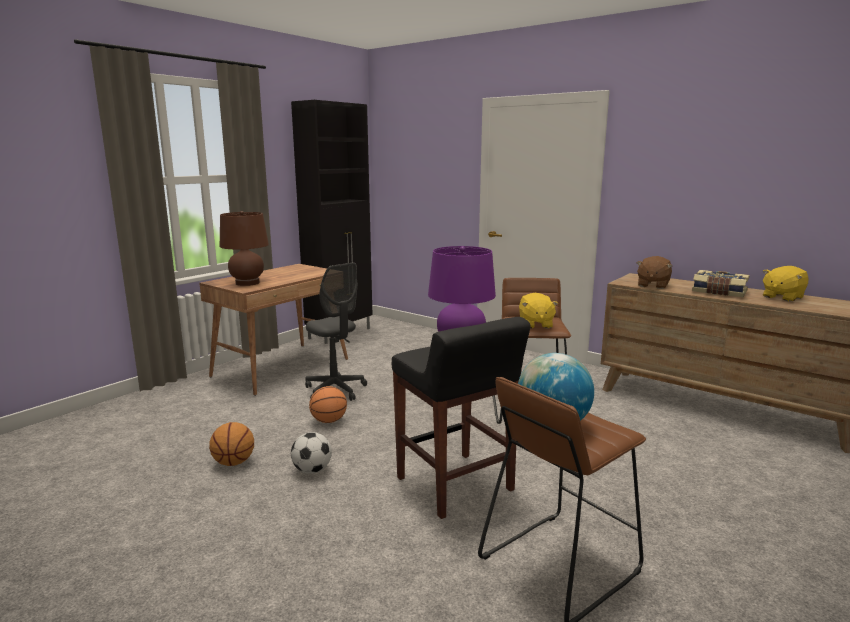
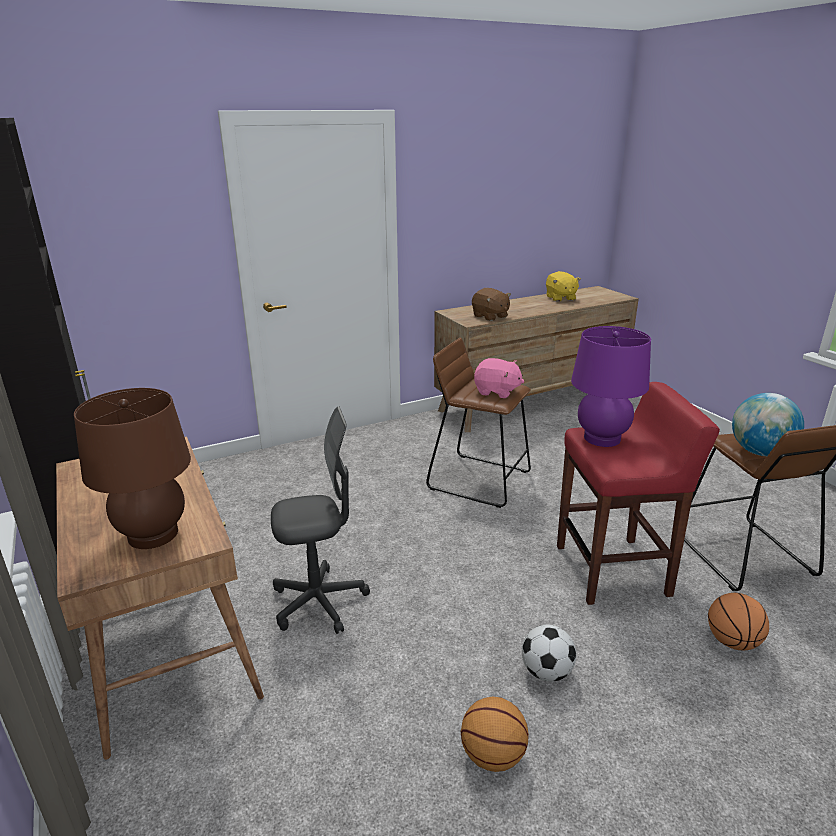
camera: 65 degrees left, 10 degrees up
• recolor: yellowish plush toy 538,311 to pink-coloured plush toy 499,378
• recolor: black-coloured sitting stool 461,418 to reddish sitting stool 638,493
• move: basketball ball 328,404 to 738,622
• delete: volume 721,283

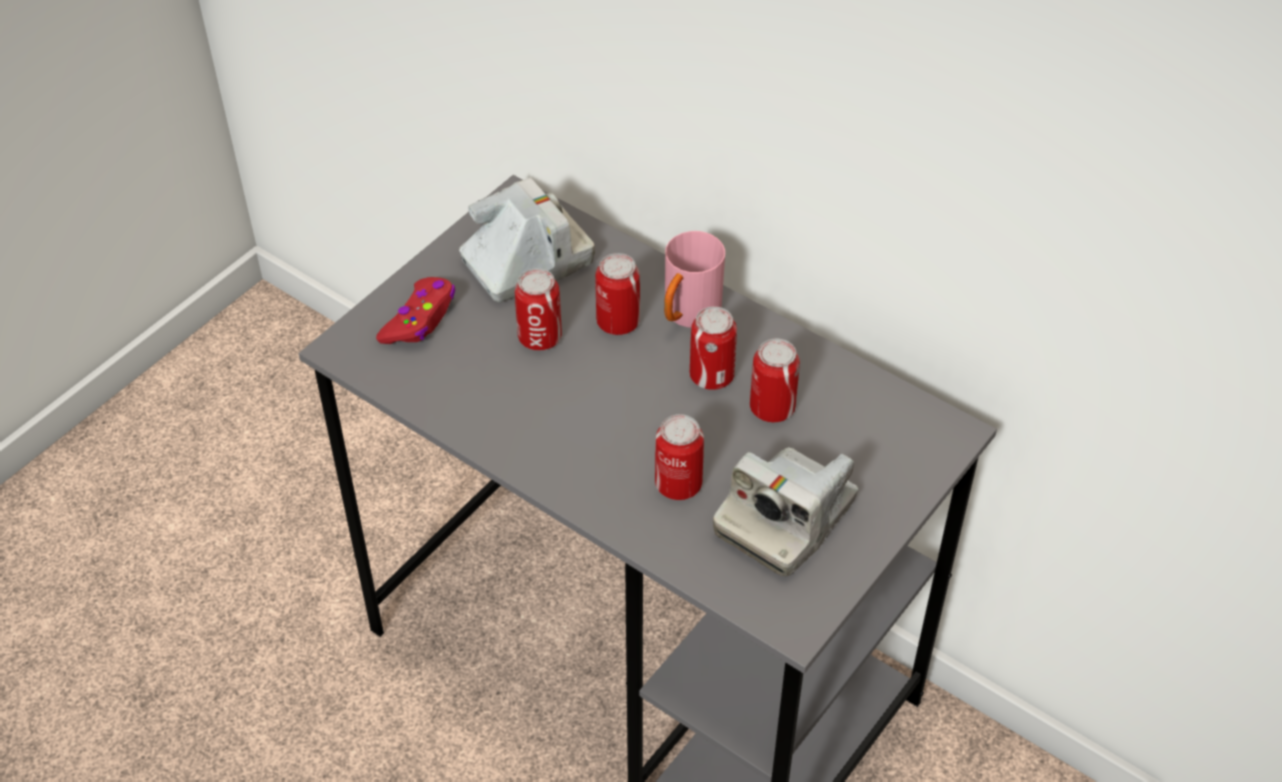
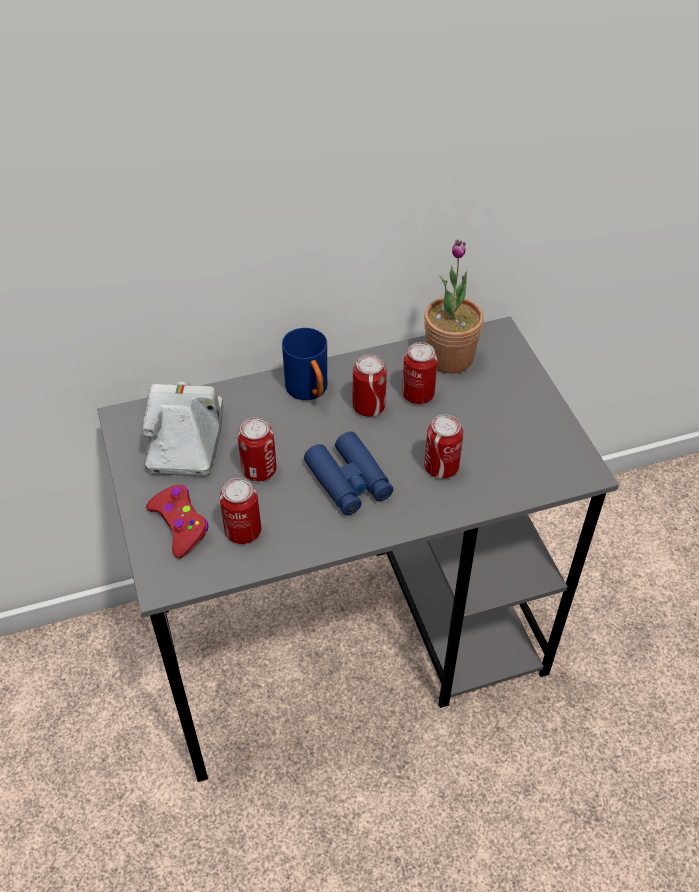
camera: 55 degrees left, 0 degrees up
• move: metal can 617,294 to 240,511
• recolor: pink-coloured mug 694,279 to blue-coloured mug 304,364
• insert: blue-coloured pair of binoculars 348,473
• insert: plant in a pot 454,306
• delete: still camera 785,512

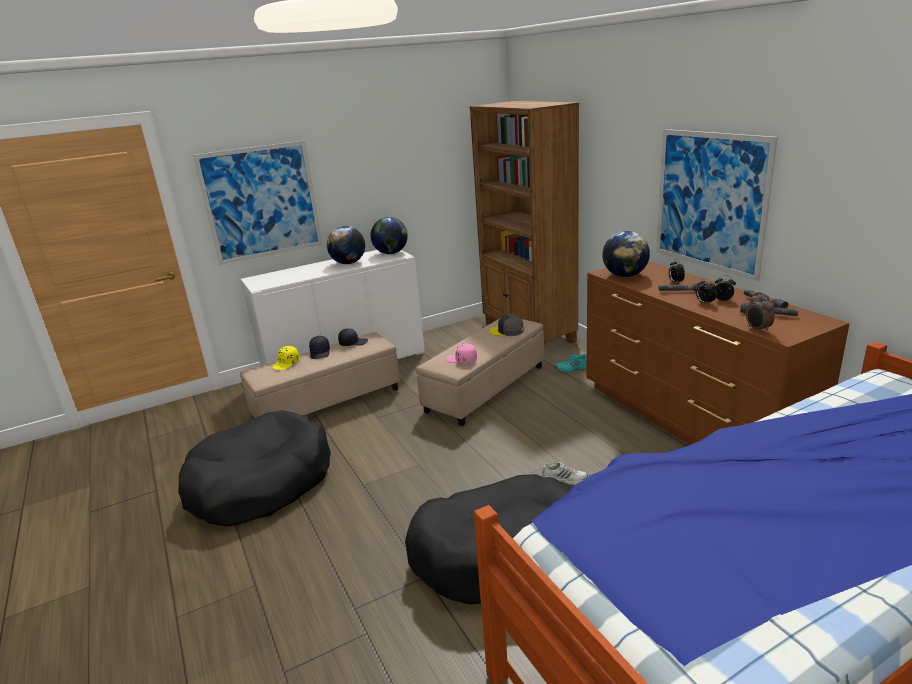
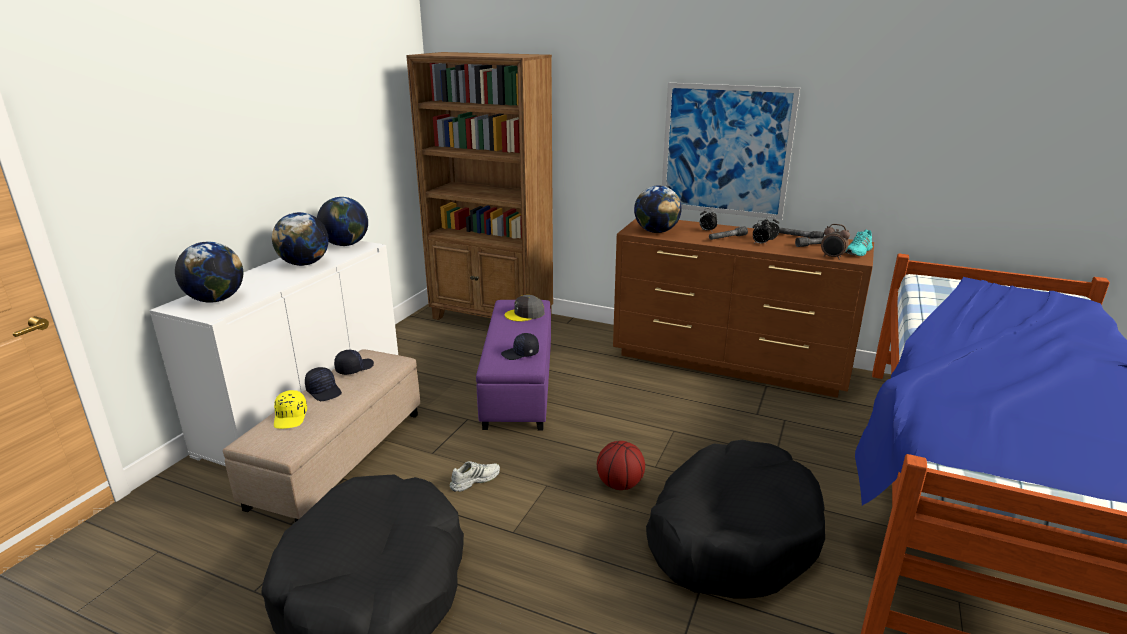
camera: 40 degrees left, 0 degrees up
• insert: desk globe 209,272
• move: white shoe 564,473 to 475,476
• recolor: beige ottoman 480,372 to purple-coloured ottoman 513,365
• recolor: pink-coloured peaked cap 462,353 to black-coloured peaked cap 520,346
• insert: basketball ball 621,465
• move: turquoise shoe 571,363 to 859,243
• delete: picture 258,202

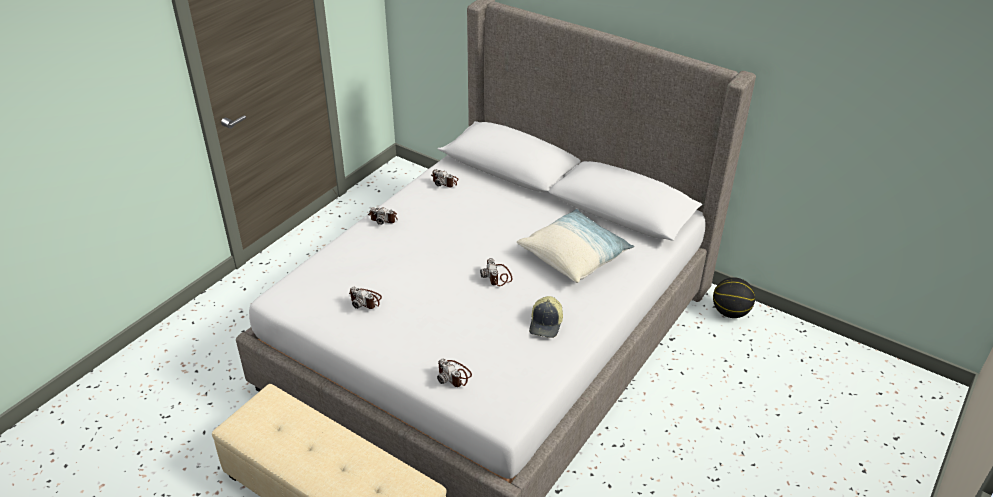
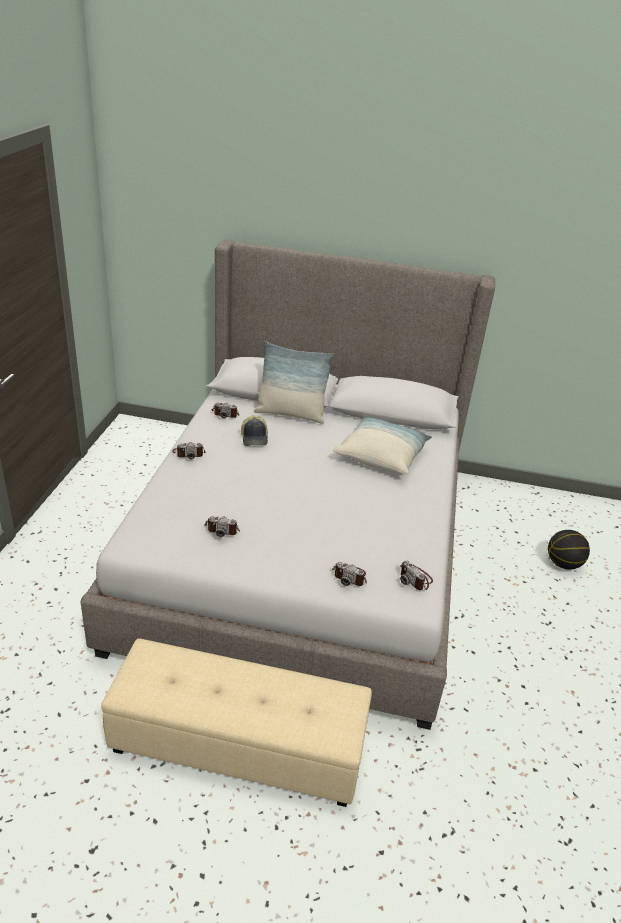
camera: 25 degrees left, 5 degrees down
• move: peaked cap 546,317 to 254,431
• insert: pillow 294,382
• move: still camera 496,272 to 416,575
• move: basketball ball 734,297 to 569,550

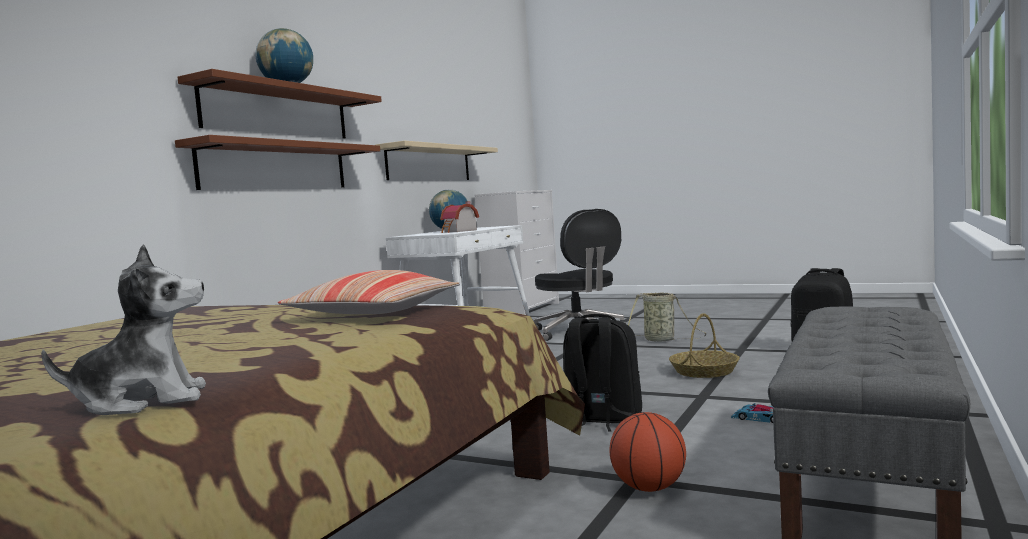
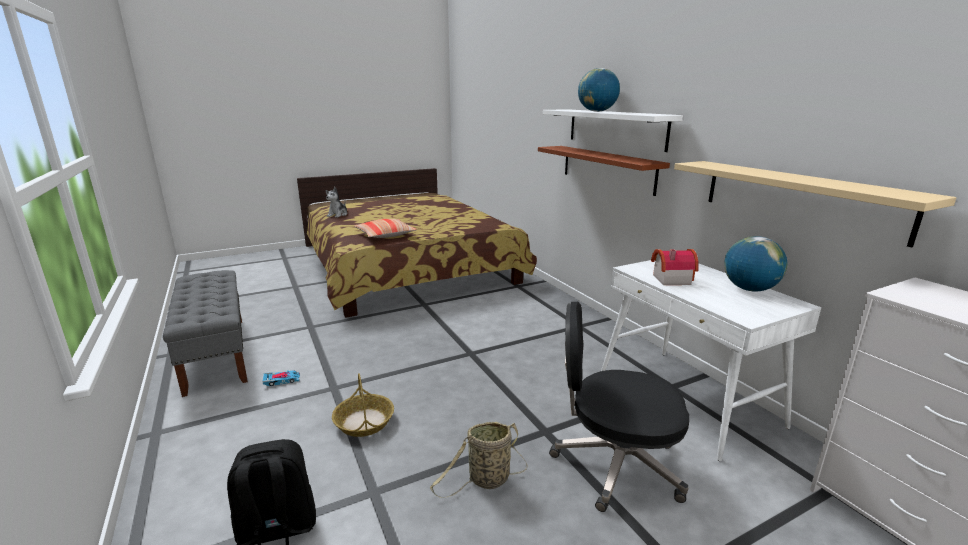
camera: 125 degrees right, 15 degrees up
• recolor: brown wall shelf 279,104 to white wall shelf 613,130
• delete: black-coloured rucksack 602,373
• delete: basketball ball 648,452

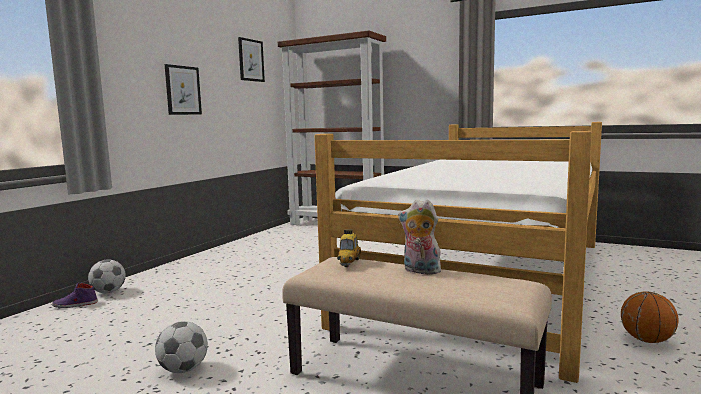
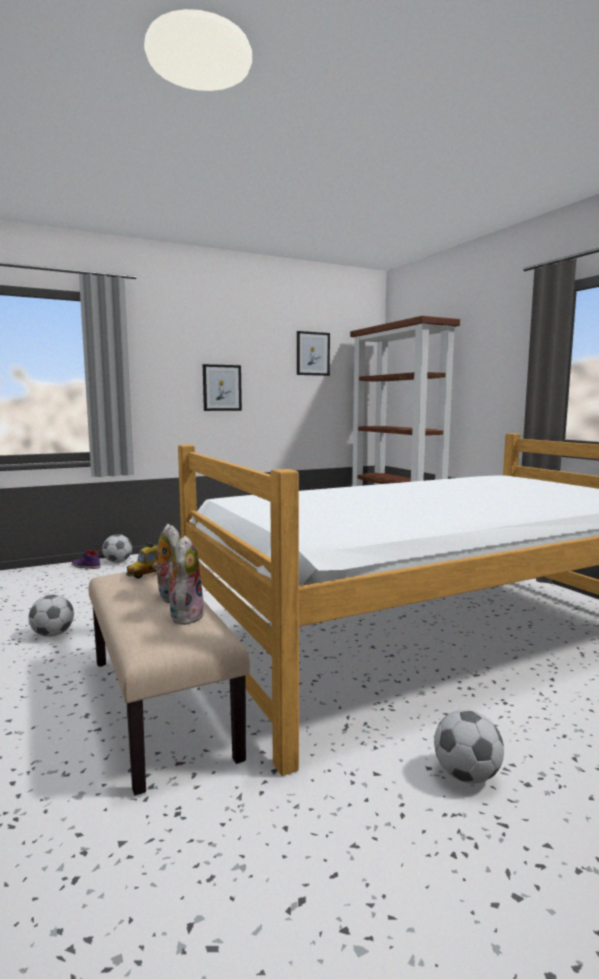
camera: 35 degrees right, 0 degrees up
• insert: plush toy 184,580
• replace: basketball ball 649,317 to football 469,746

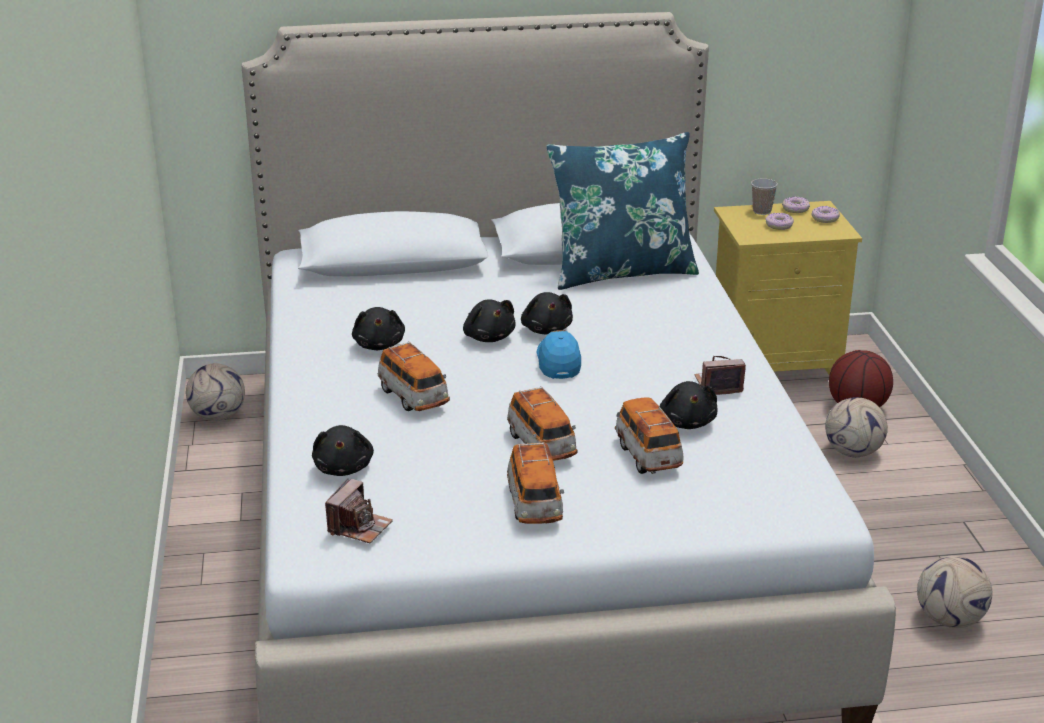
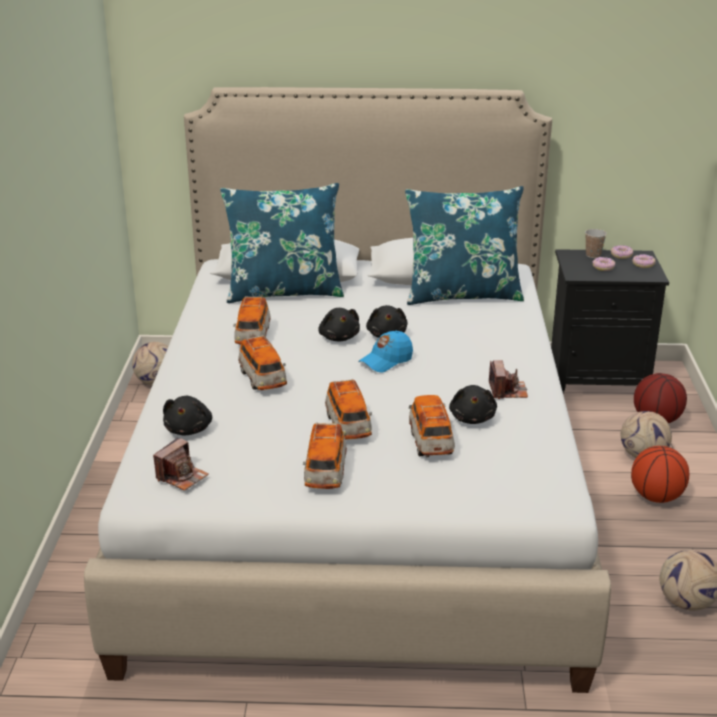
camera: 10 degrees right, 0 degrees up
• insert: blue-coloured pillow 282,243
• replace: black-coloured plush toy 378,328 to miniature car 252,320
• rotate: blue-coloured peaked cap 559,354 = 385,352 135 degrees counterclockwise
• rotate: still camera 720,375 = 508,379 90 degrees clockwise
• recolor: yellowish nightstand 788,288 to black-coloured nightstand 610,321
• insert: basketball ball 660,474

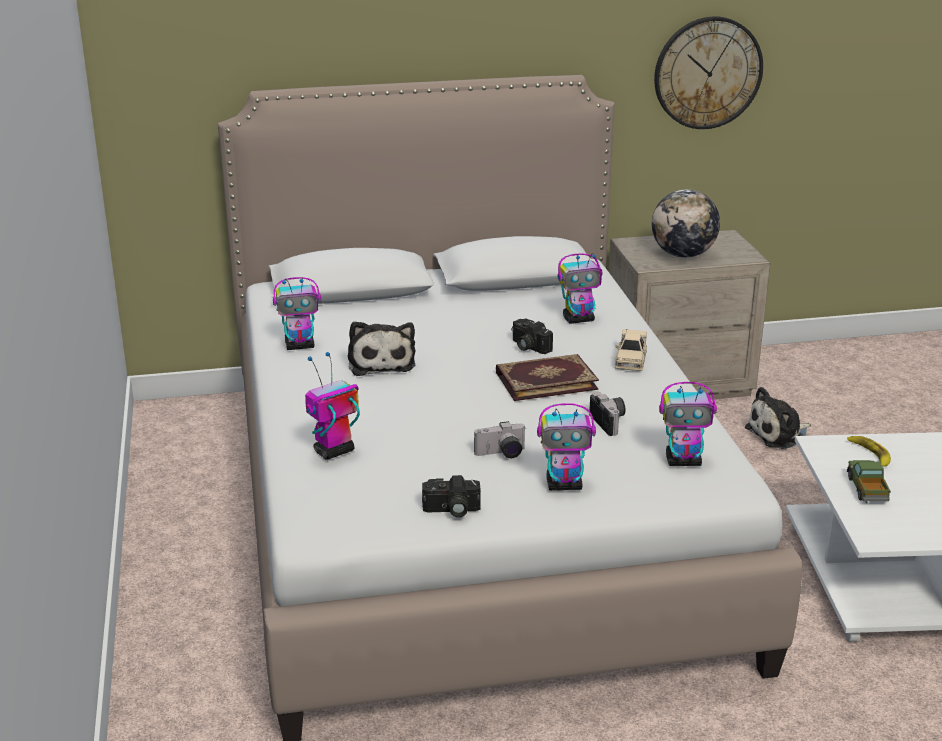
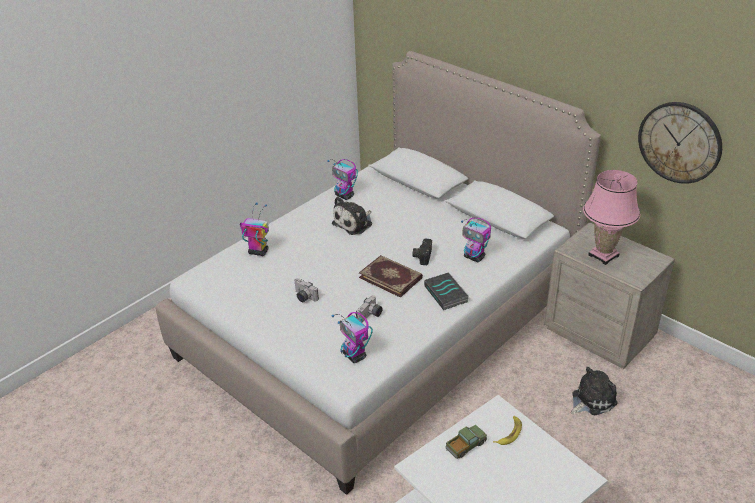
camera: 55 degrees right, 10 degrees up
• replace: beige miniature car 631,350 to volume 446,291
• rotate: plush toy 778,418 = 594,391 120 degrees clockwise
• replace: desk globe 686,223 to pink-coloured tabletop lamp 611,217
• delete: still camera 451,496
• delete: robot figure 566,447

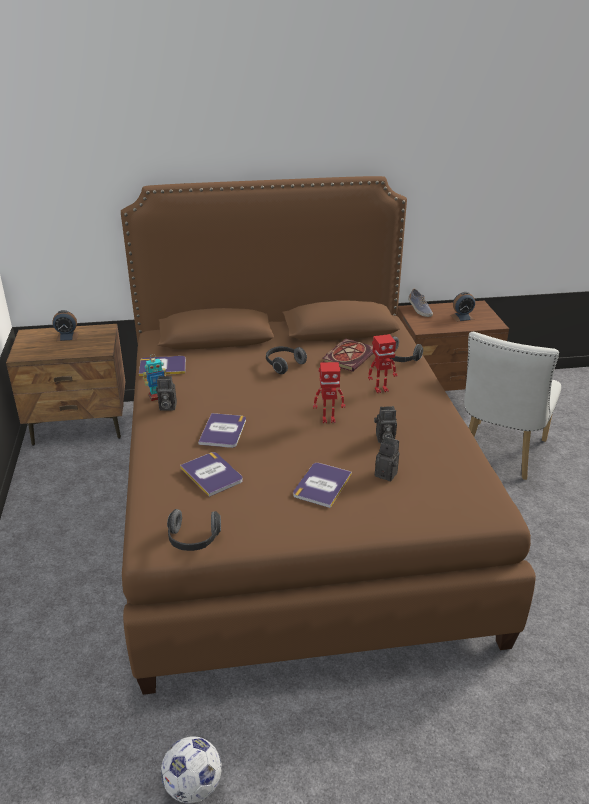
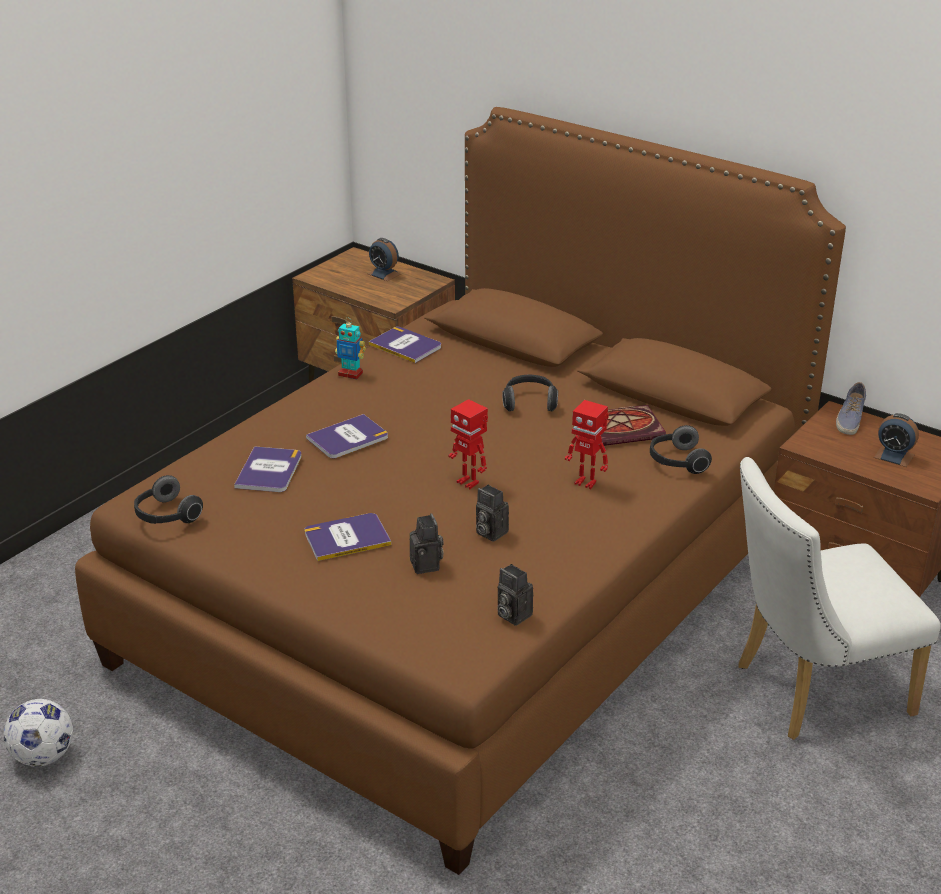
camera: 45 degrees right, 0 degrees up
• move: still camera 166,393 to 515,595

